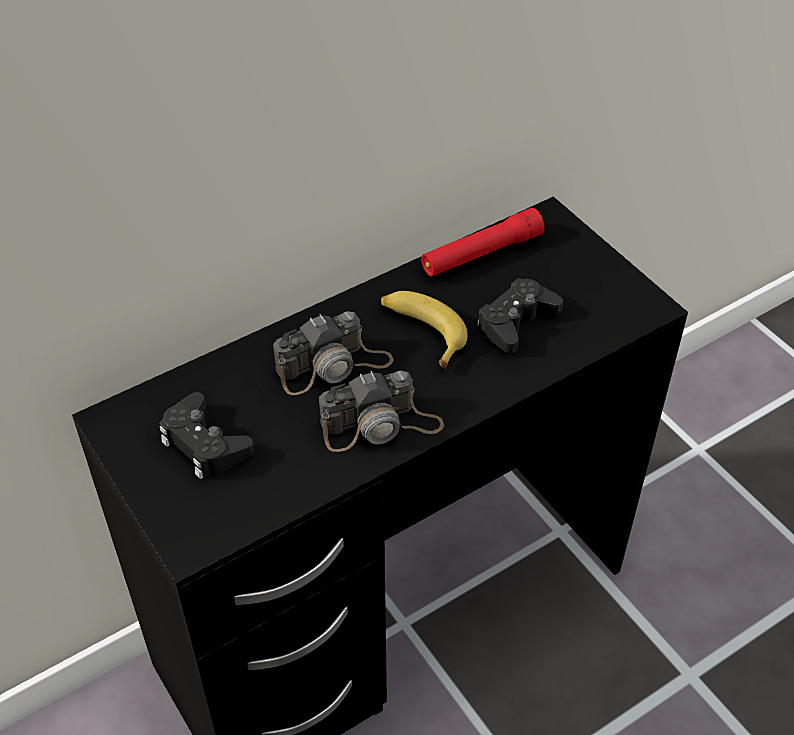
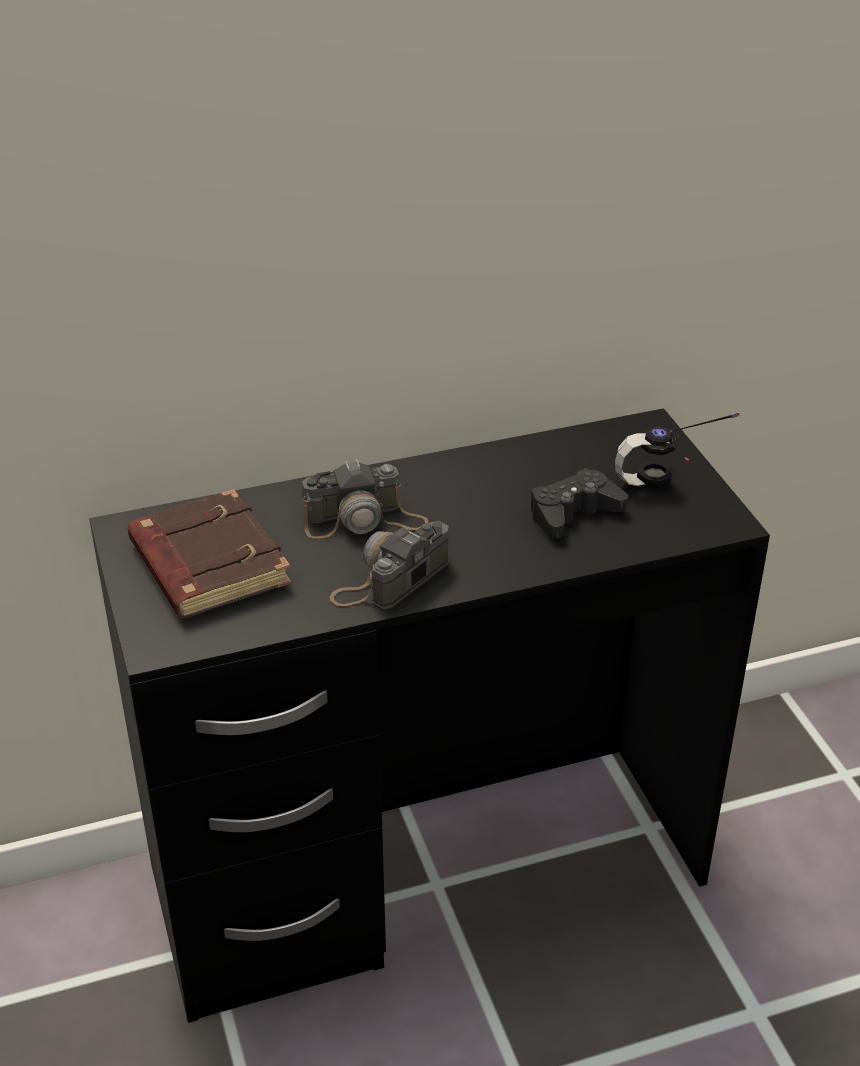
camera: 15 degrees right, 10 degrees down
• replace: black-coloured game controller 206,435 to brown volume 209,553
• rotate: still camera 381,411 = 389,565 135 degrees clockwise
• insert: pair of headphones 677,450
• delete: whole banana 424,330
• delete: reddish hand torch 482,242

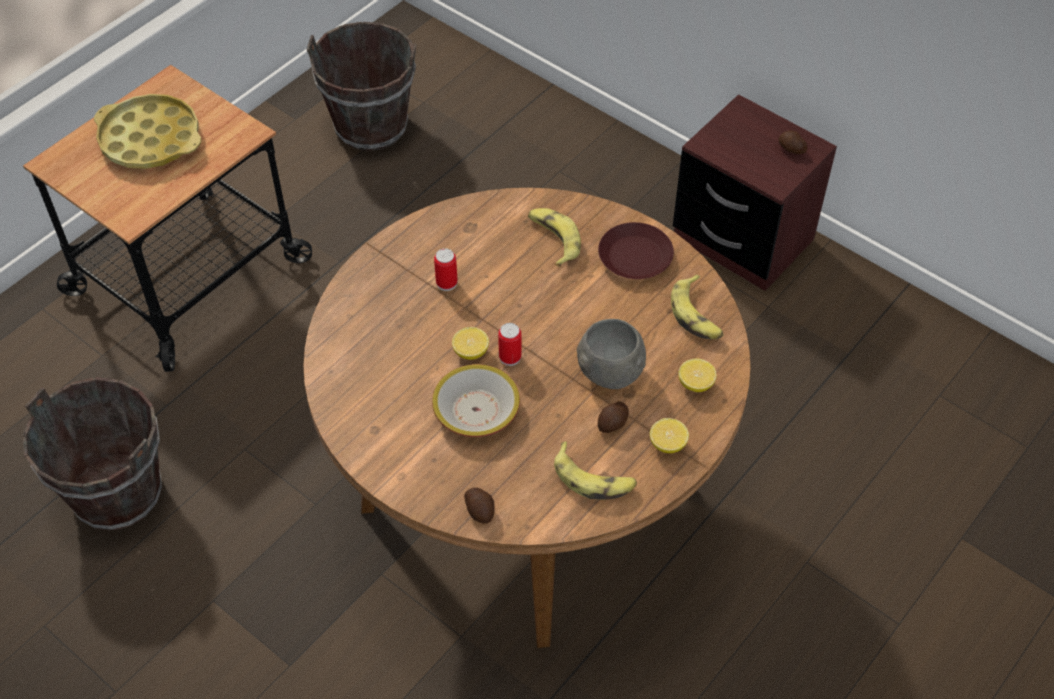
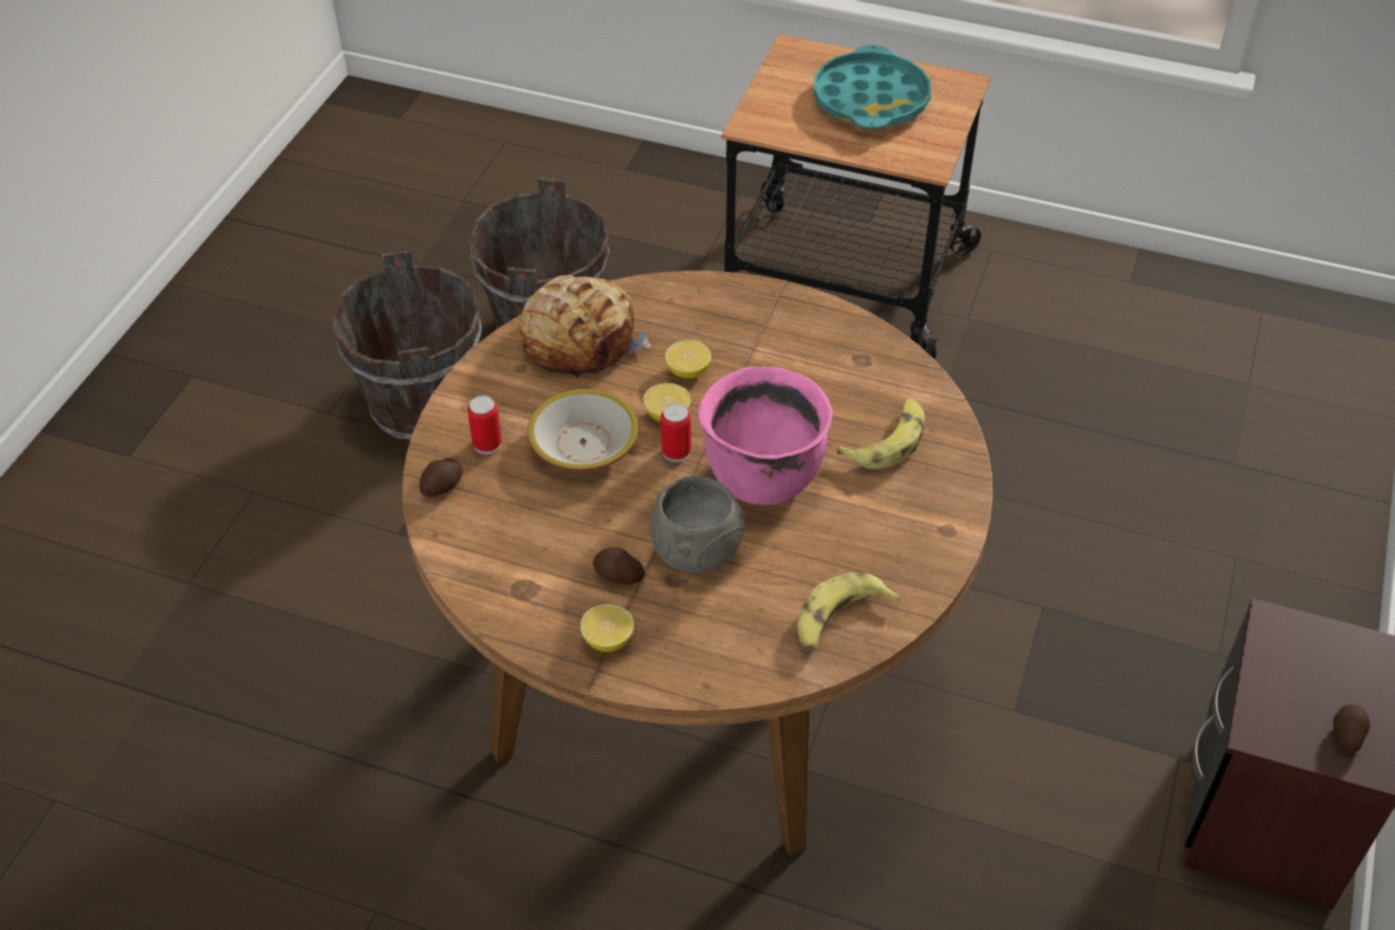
camera: 70 degrees right, 5 degrees down
• move: brown water bucket 362,86 to 407,346
• move: metal can 446,269 to 485,424
• insert: bread 585,326
• move: whole lemon 697,375 to 688,359
• insert: pink-coloured stockpot 765,436
• recolor: yellowish carrying tray 147,131 to turquoise carrying tray 872,87
• delete: whole banana 595,470
• delete: brown plate 636,250

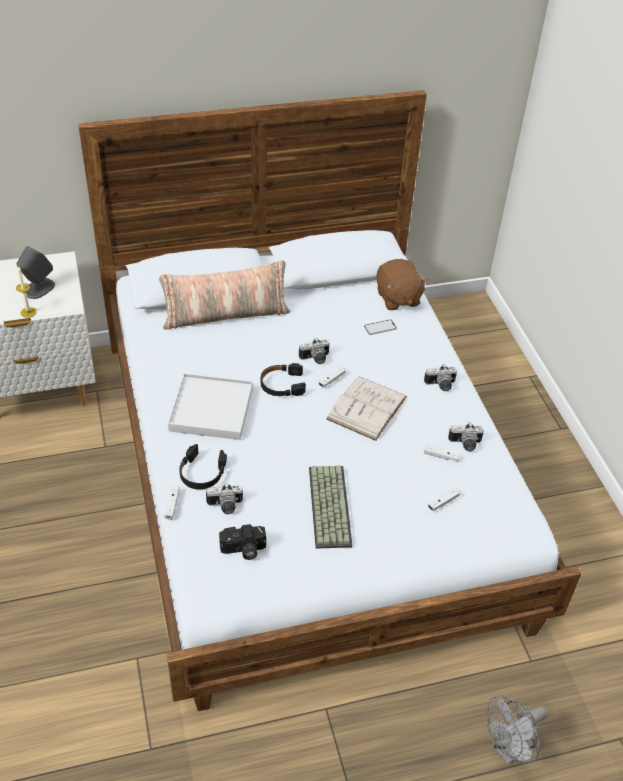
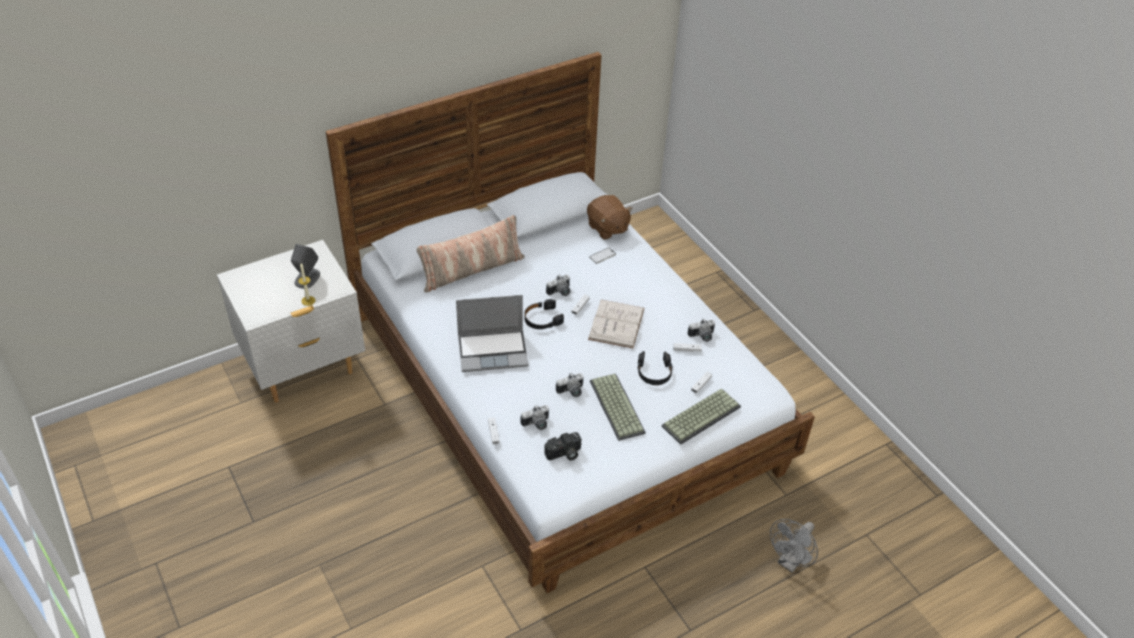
camera: 15 degrees left, 0 degrees up
• replace: white carrying tray 210,406 to laptop 492,333
• move: still camera 440,377 to 570,385
• move: black-coloured pair of headphones 203,467 to 655,368
• insert: keyboard 701,416

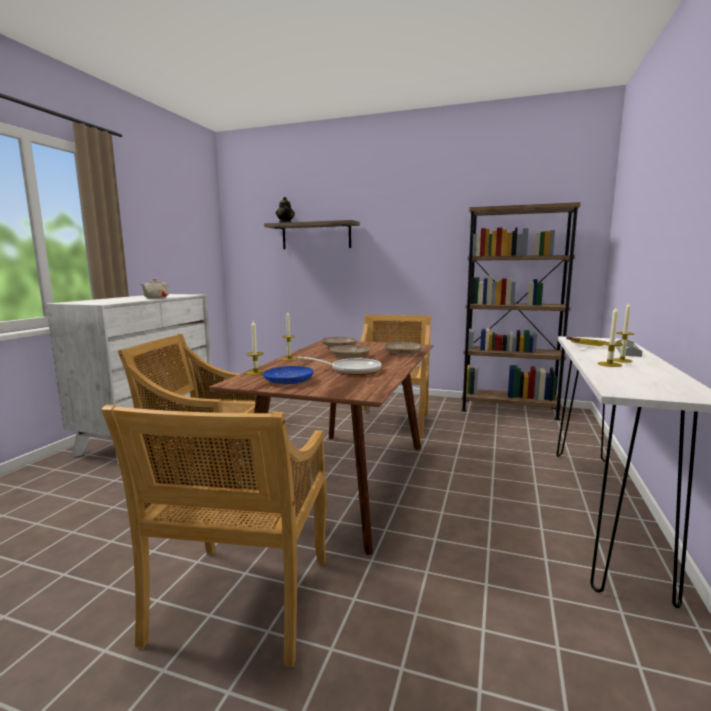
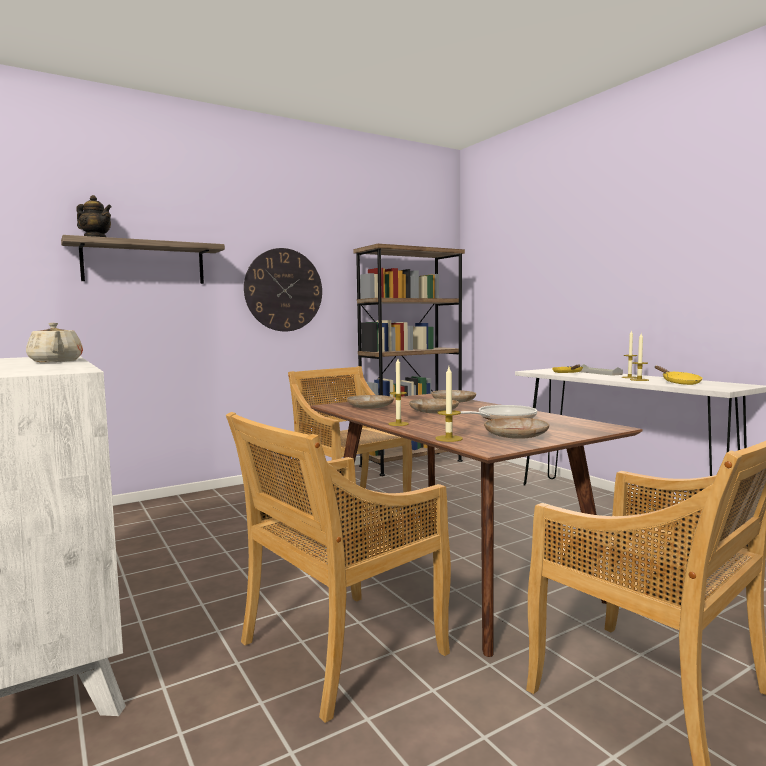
camera: 50 degrees left, 5 degrees down
• insert: clock on the wall 283,290
• recolor: blue-coloured plate 288,375 to beige plate 516,428
• insert: yellowish frying pan 678,375

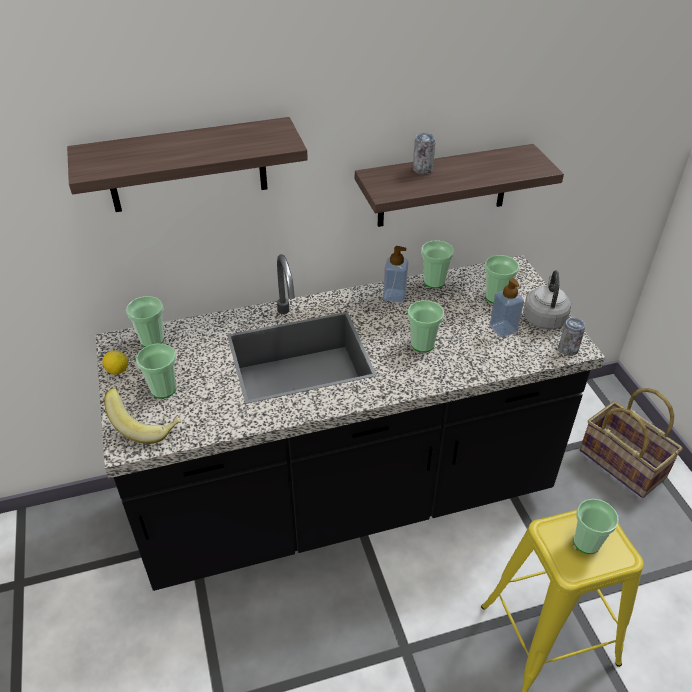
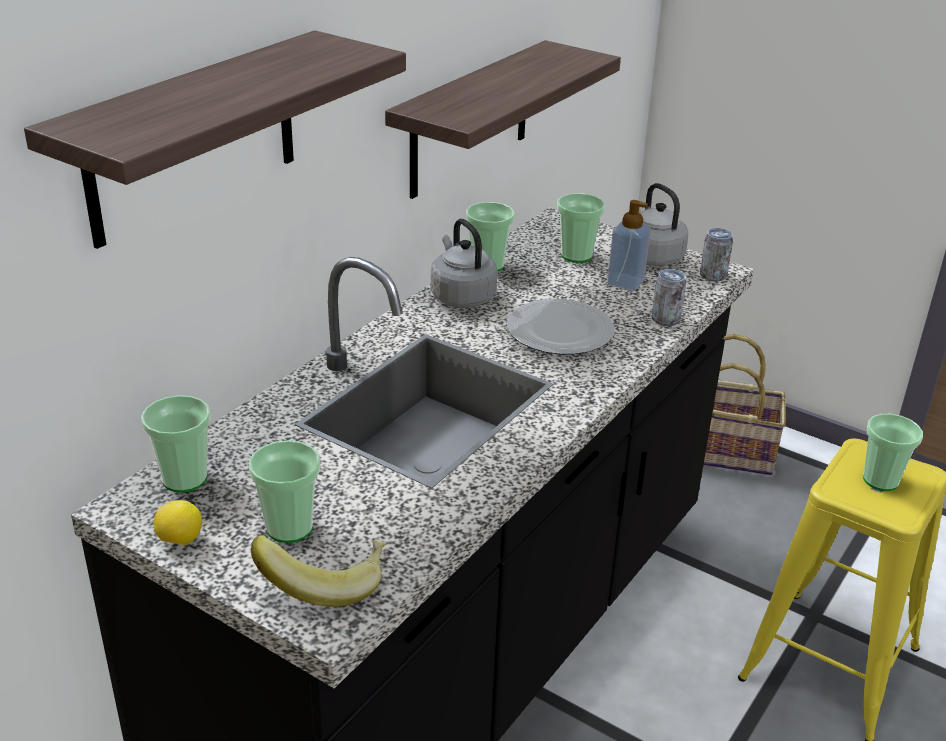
camera: 40 degrees left, 10 degrees down
• replace: soap bottle 395,274 to greyish tea kettle 464,263
• replace: drinking cup 426,326 to plate 561,327
• move: metal can 424,154 to 669,297

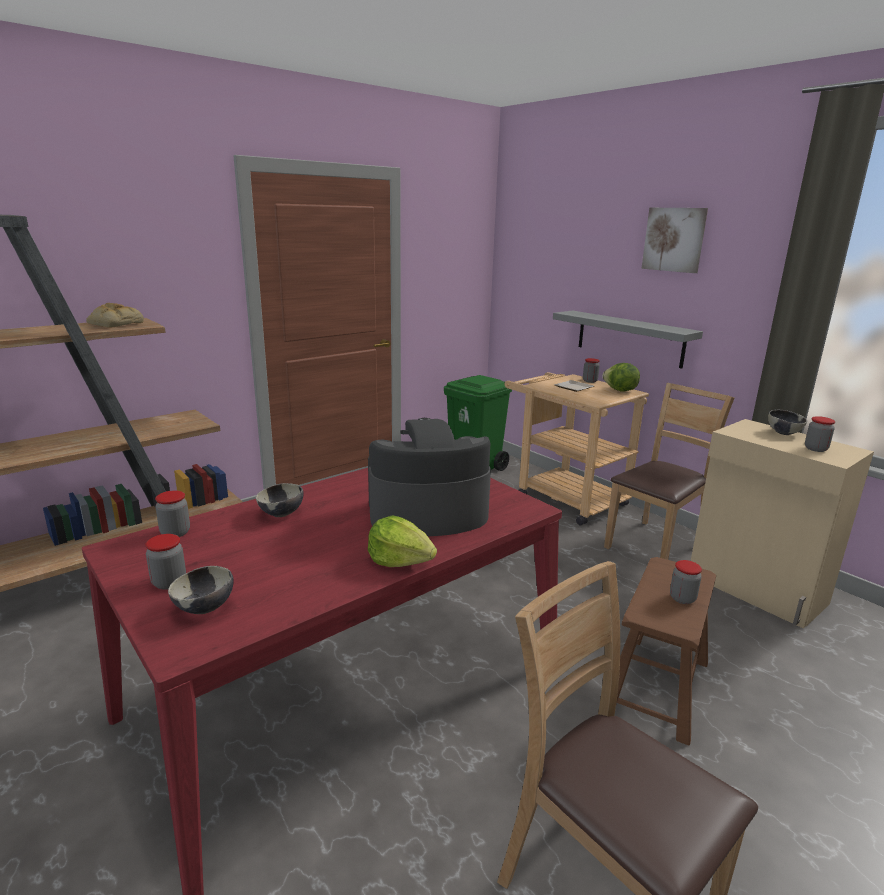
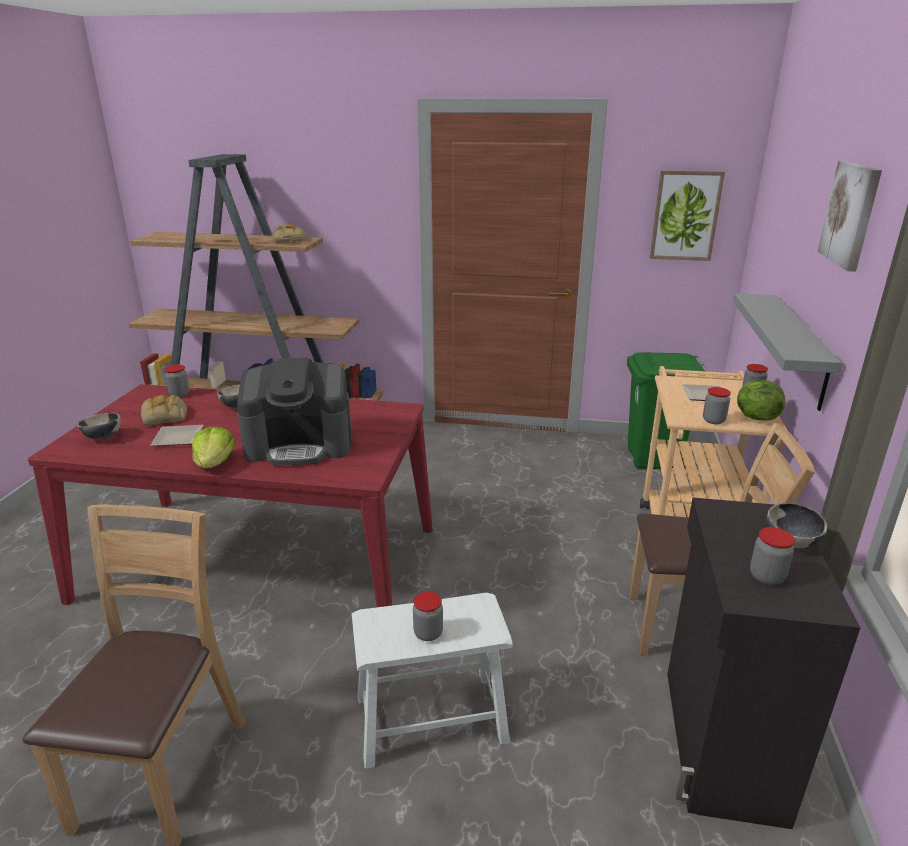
camera: 50 degrees right, 5 degrees up
• insert: bread 164,410
• insert: plate 176,435
• rotate: coffee brewer 429,477 = 294,412 135 degrees clockwise
• recolor: brown sitting stool 666,651 to white sitting stool 432,680
• insert: picture 687,215
• recolor: beige cupboard 782,524 to black-coloured cupboard 763,663
• move: preserve jar 166,562 to 717,405

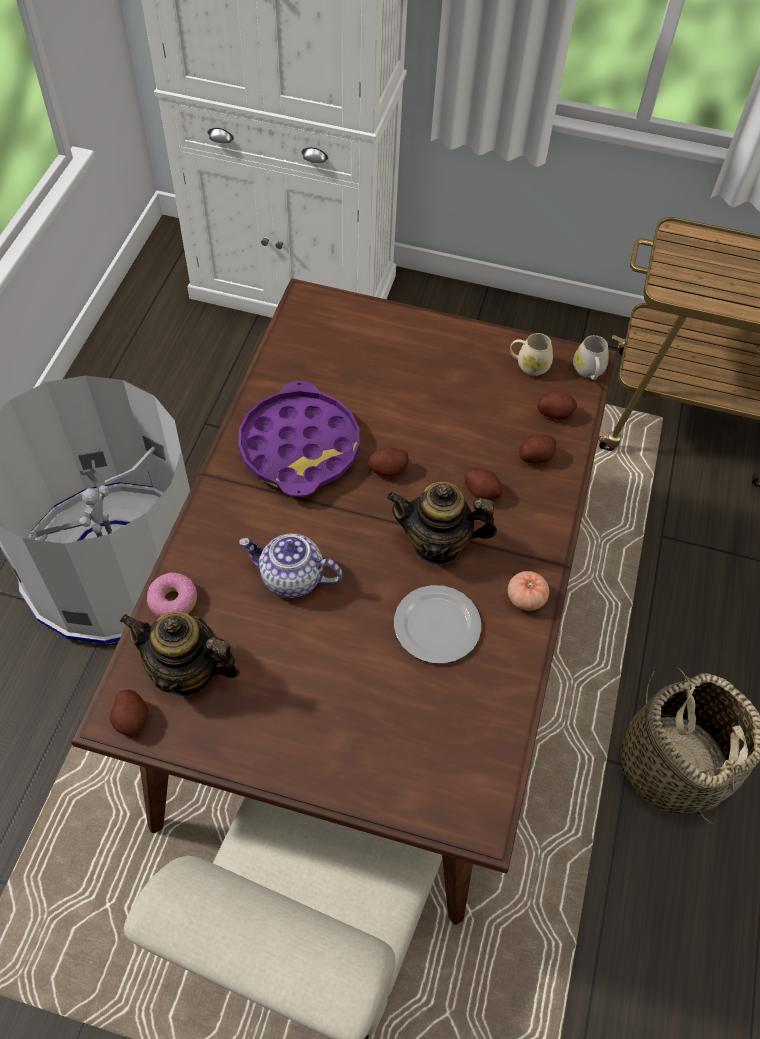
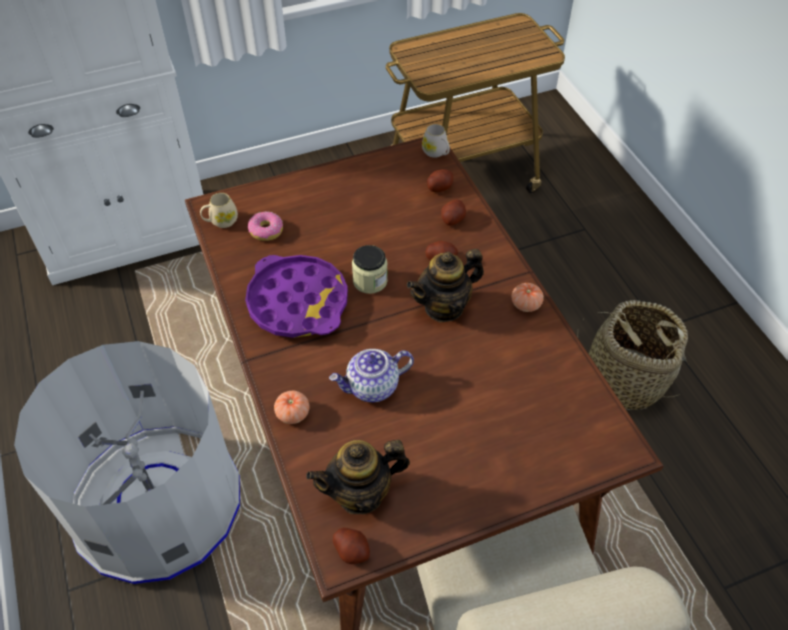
camera: 35 degrees left, 5 degrees down
• move: beige mug 531,354 to 219,210
• move: ring doughnut 172,594 to 265,226
• insert: whole tomato 292,407
• replace: potato 388,461 to preserve jar 370,269
• delete: plate 437,624

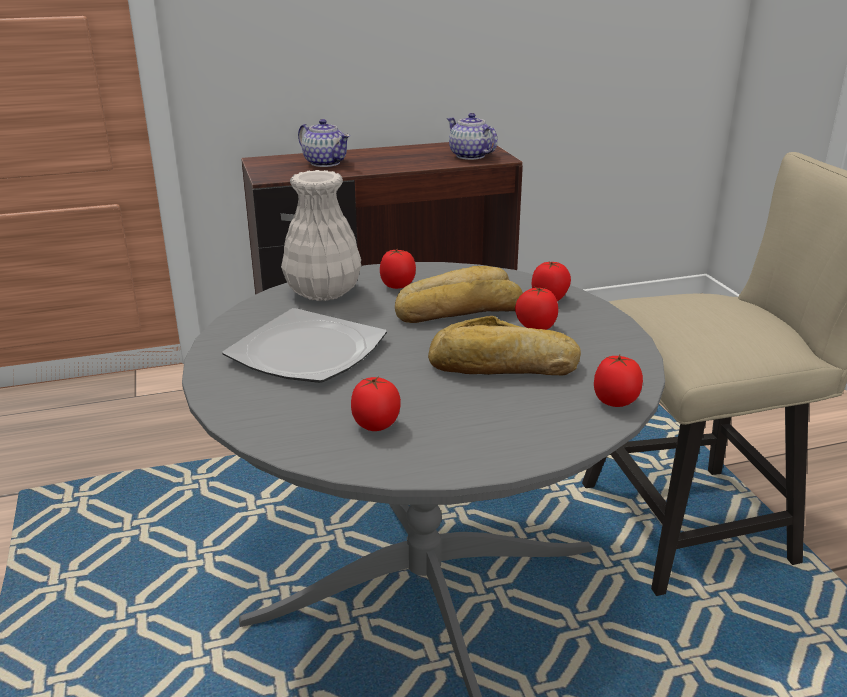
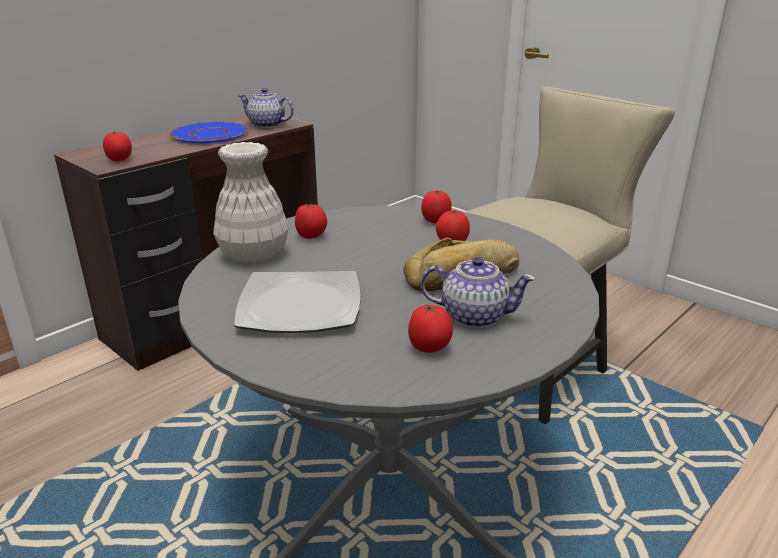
camera: 30 degrees left, 0 degrees up
• move: whole tomato 618,381 to 117,146
• insert: blue-coloured plate 209,132
• move: pot for tea 324,143 to 478,292
• delete: bread 459,294

